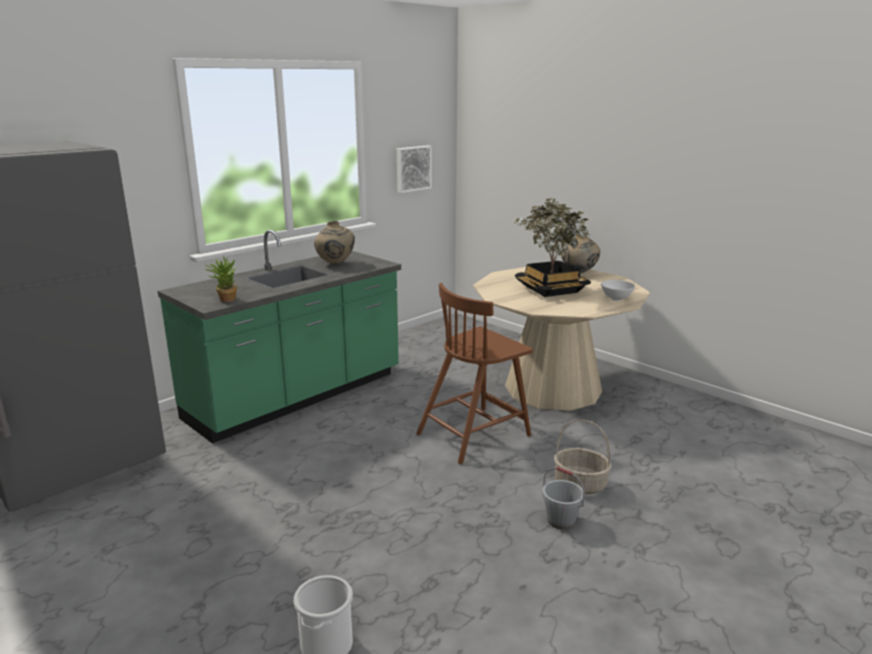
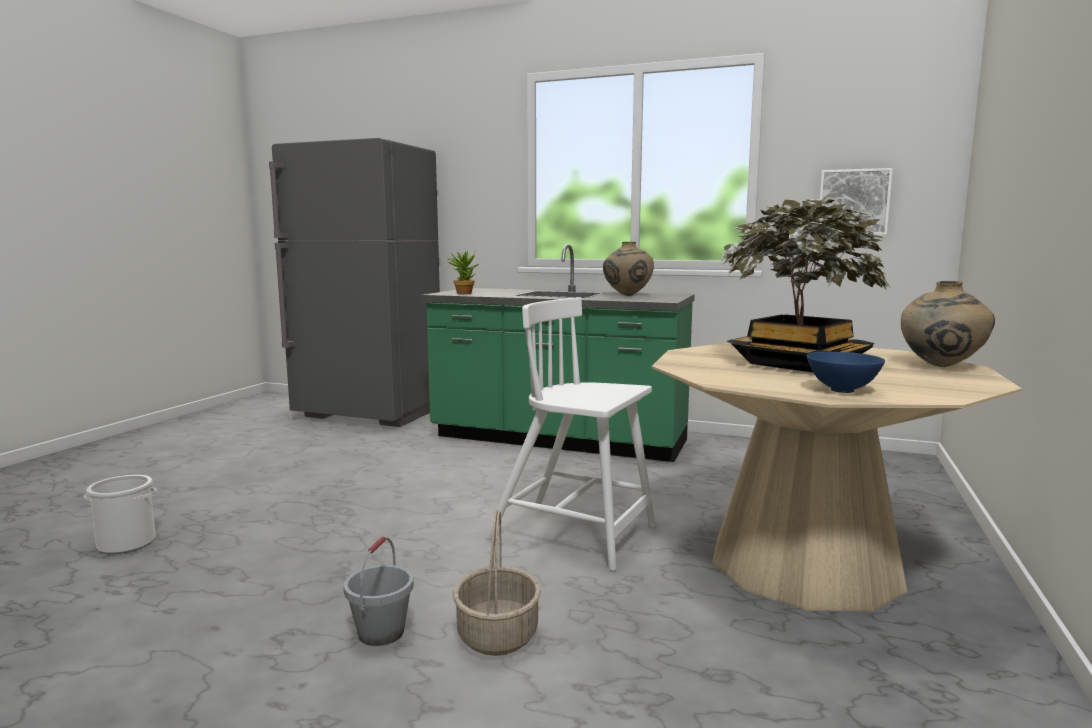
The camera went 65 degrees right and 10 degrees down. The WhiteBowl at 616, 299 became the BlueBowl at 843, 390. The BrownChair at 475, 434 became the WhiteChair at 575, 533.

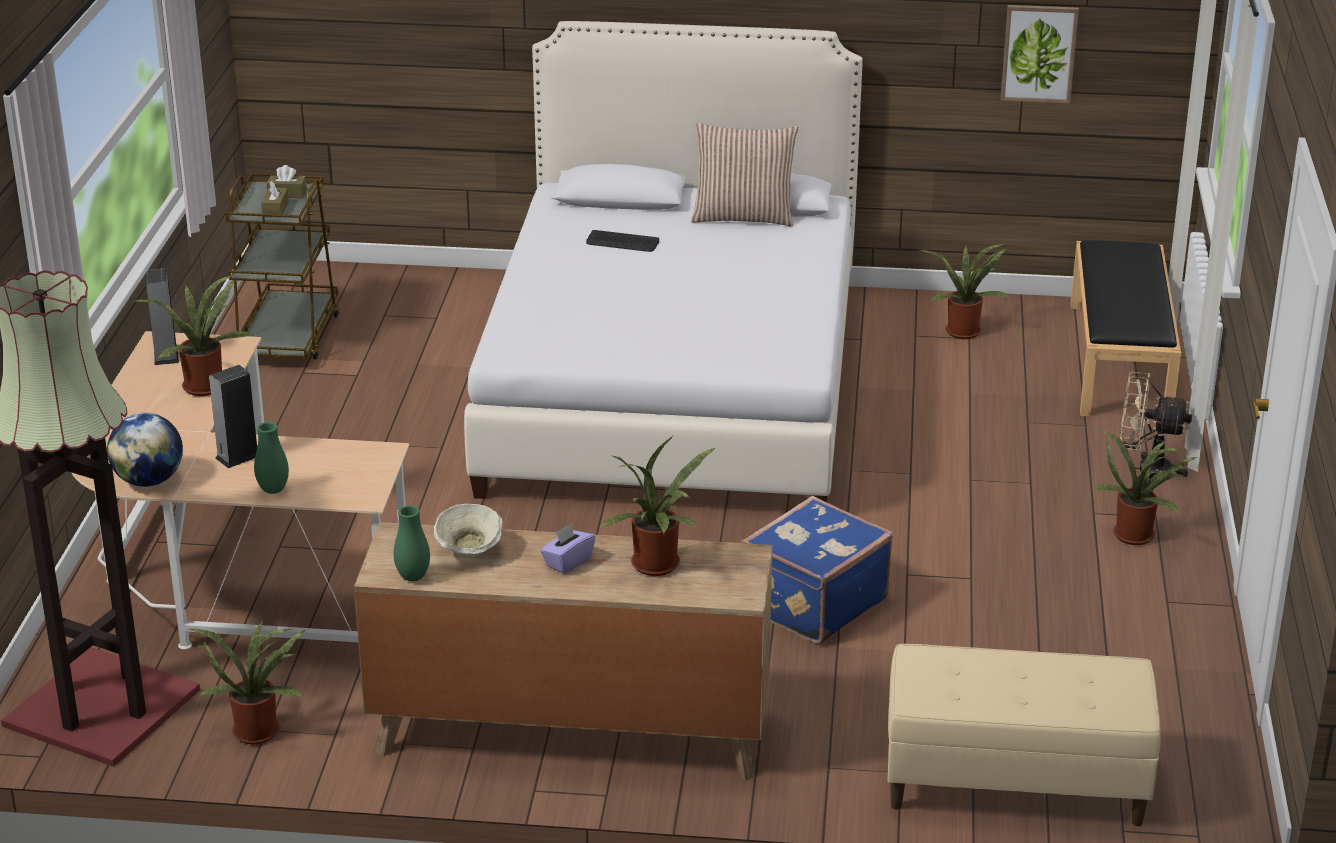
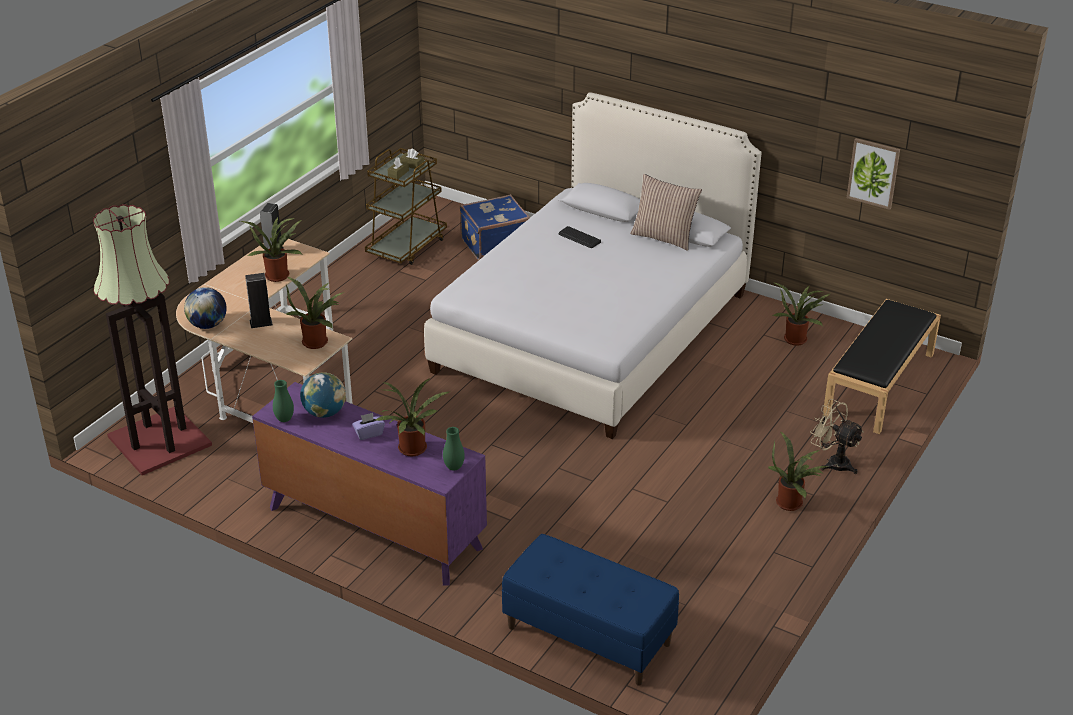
The camera went 25 degrees right and 5 degrees up. The GreenVase moved from 273, 490 to 454, 467. The BlueSuitcase moved from 811, 603 to 494, 244. The BeigeBowl at 470, 552 was replaced by the Globe at 324, 413. The BrownDresser at 569, 733 became the PurpleDresser at 373, 527. The PottedPlant moved from 259, 729 to 317, 341. The BeigeBench at 1014, 784 became the BlueBench at 587, 636.

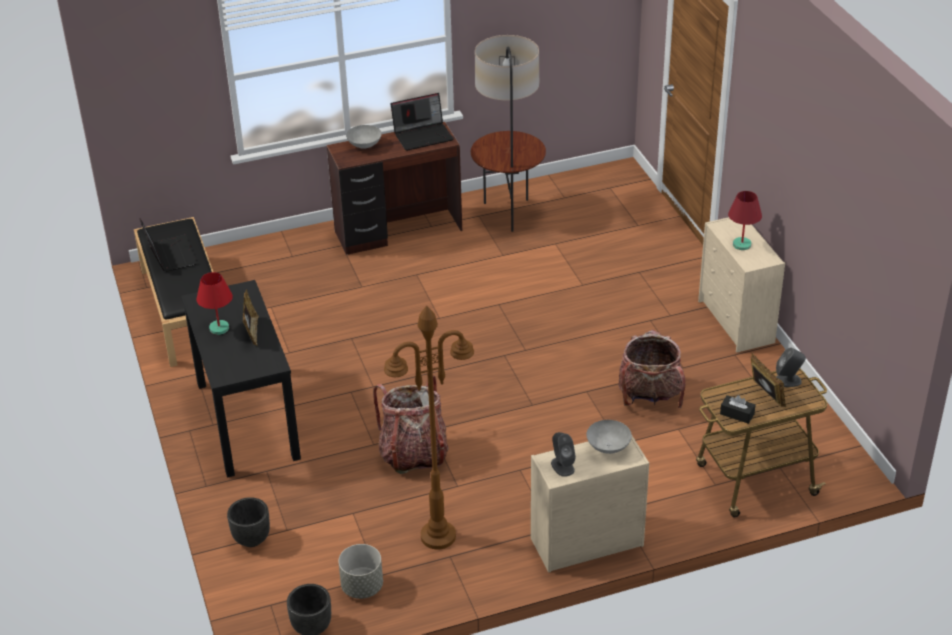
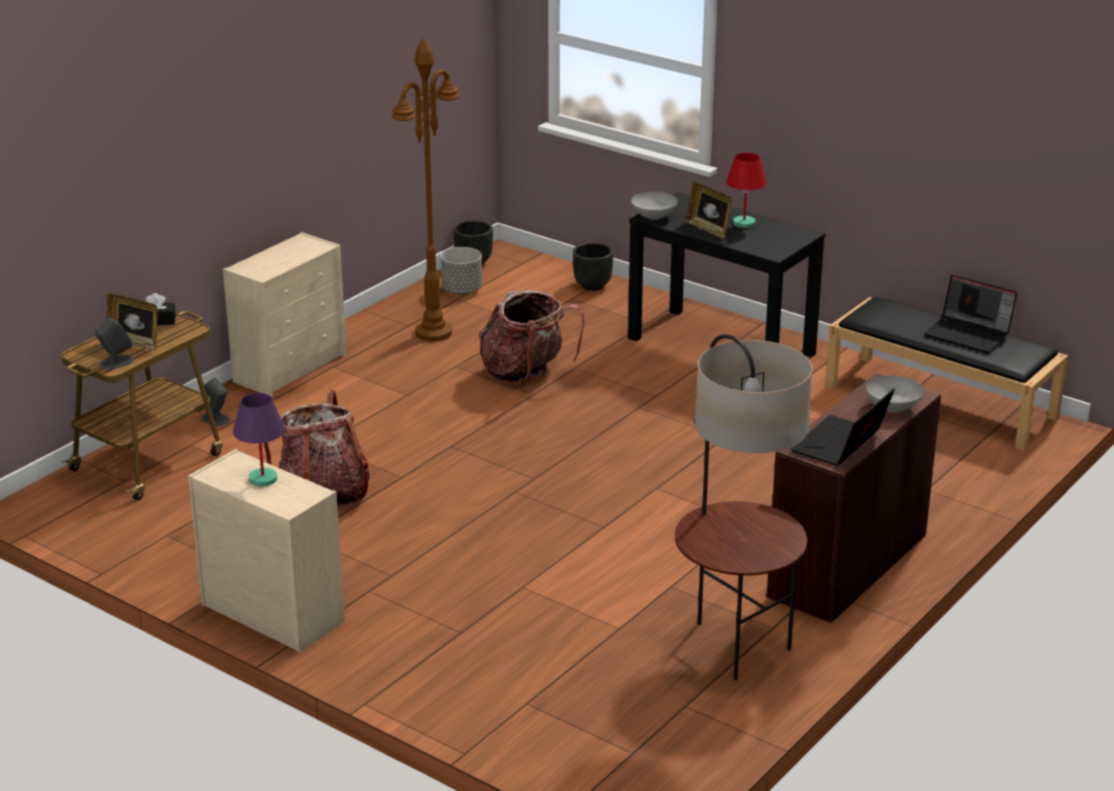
The camera went 145 degrees right and 10 degrees down. The RedTableLamp at 742, 245 became the PurpleTableLamp at 262, 479. The GreyBowl moved from 609, 447 to 653, 217. The GreySpeaker moved from 562, 466 to 215, 419.

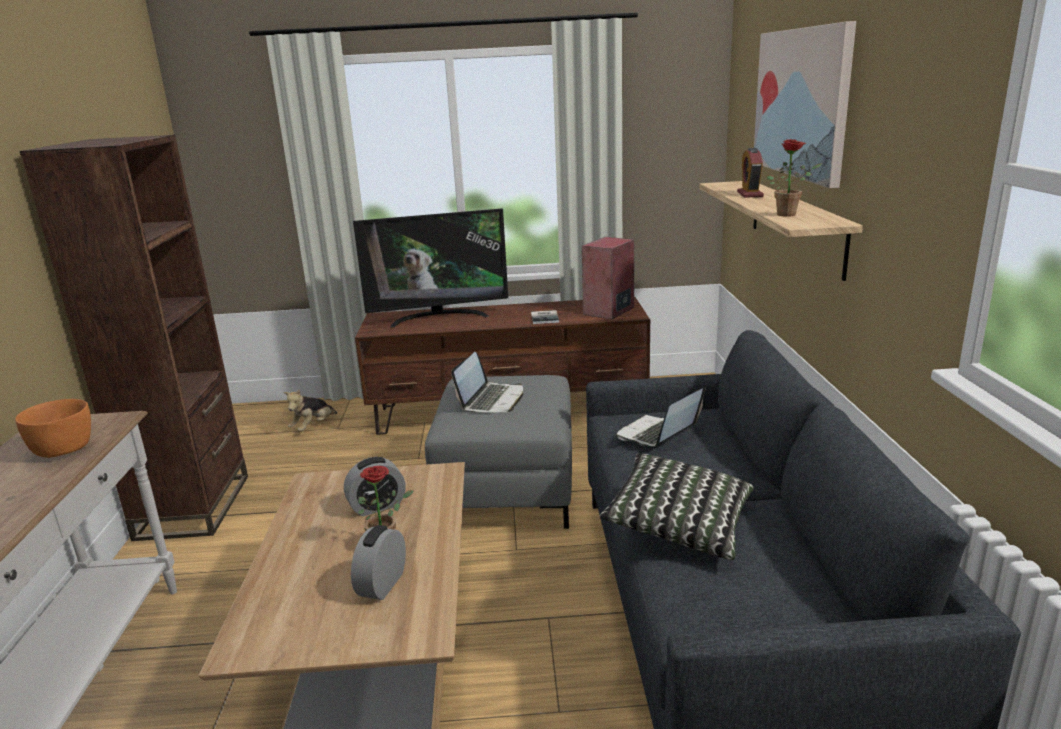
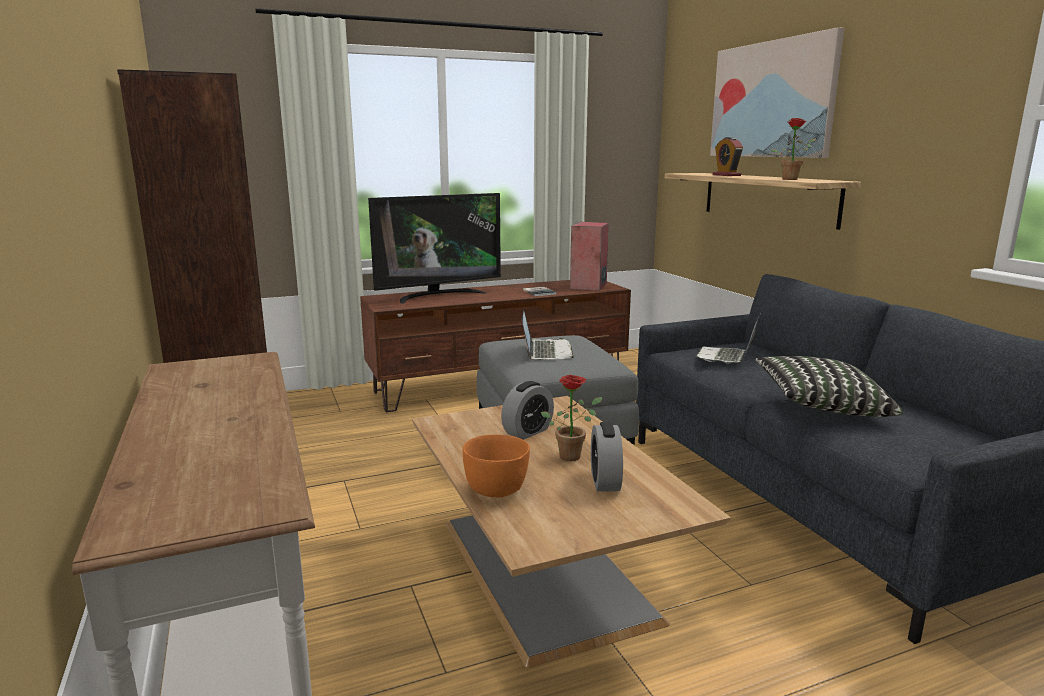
The camera went 20 degrees left and 5 degrees down. The PlushToy at 313, 427 disappeared. The OrangeBowl moved from 65, 450 to 497, 489.

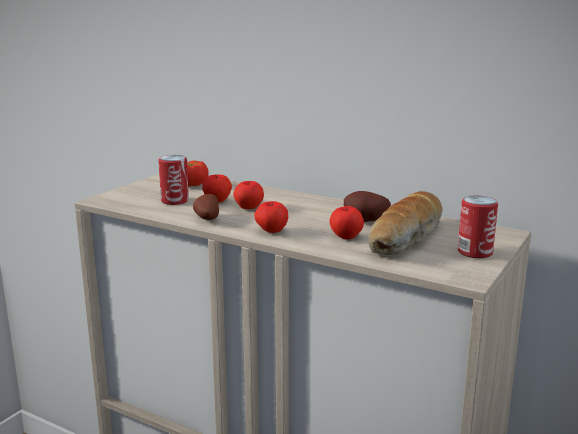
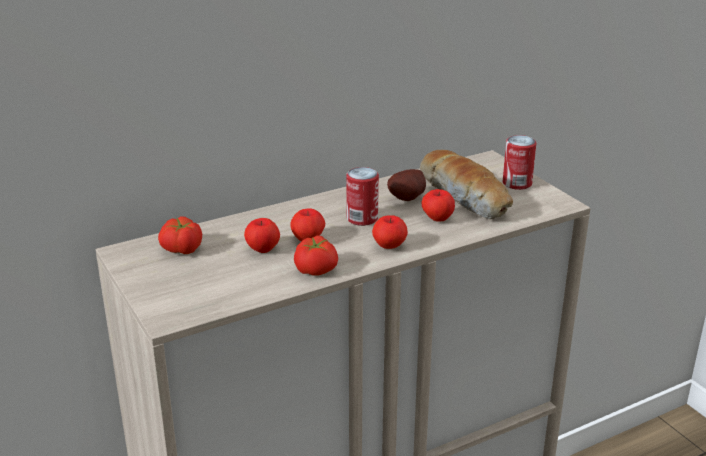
The camera went 60 degrees left and 10 degrees up. The Can moved from 175, 201 to 362, 218. The Potato at 206, 219 was replaced by the Tomato at 316, 269.

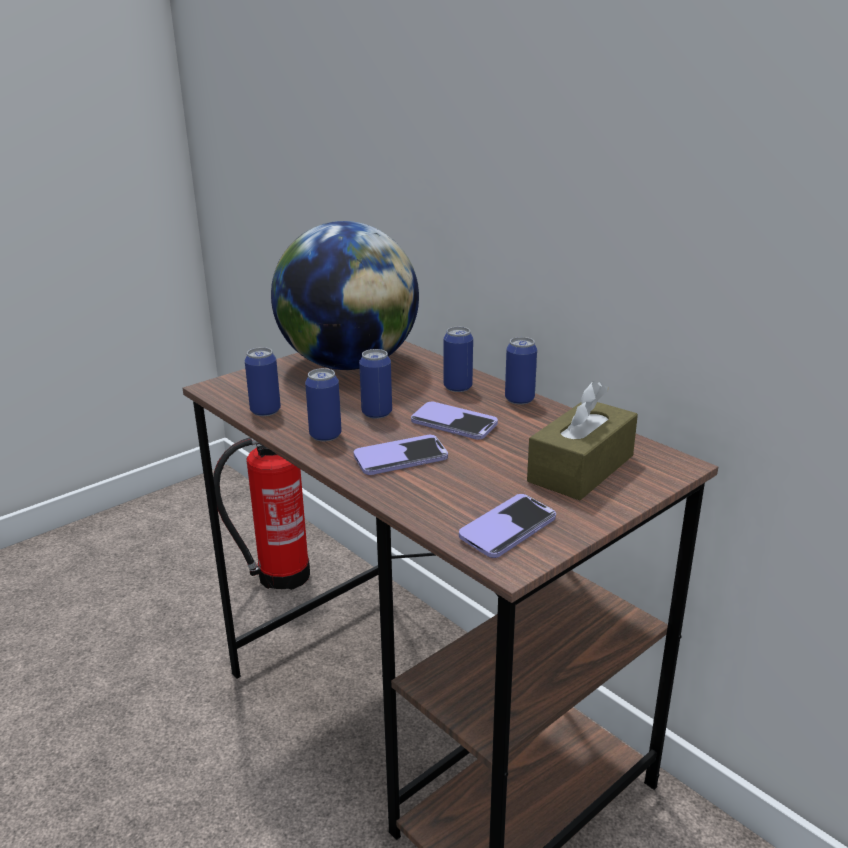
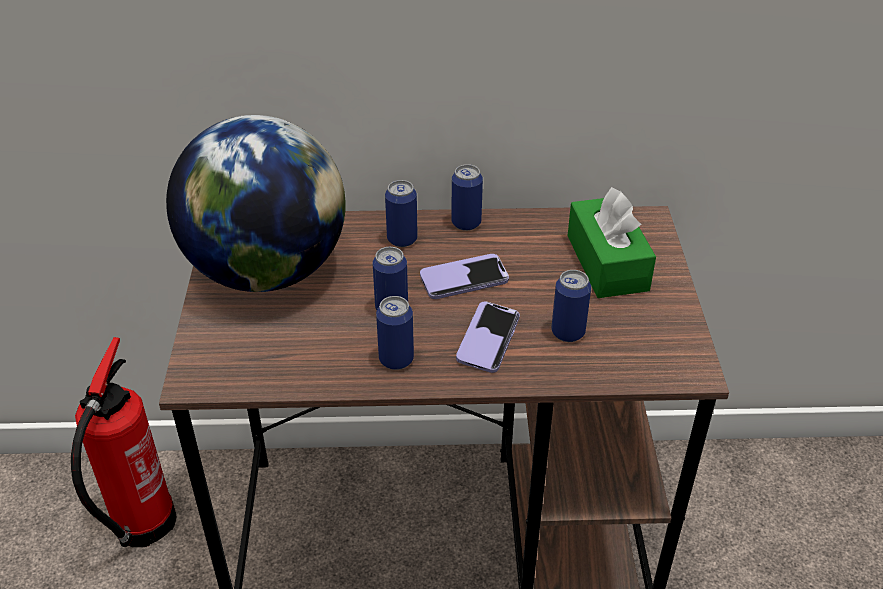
The camera went 50 degrees left and 15 degrees up. The Can moved from 265, 411 to 568, 332. The BrownTissueBox at 581, 468 became the GreenTissueBox at 607, 263. The Phone at 508, 528 disappeared.

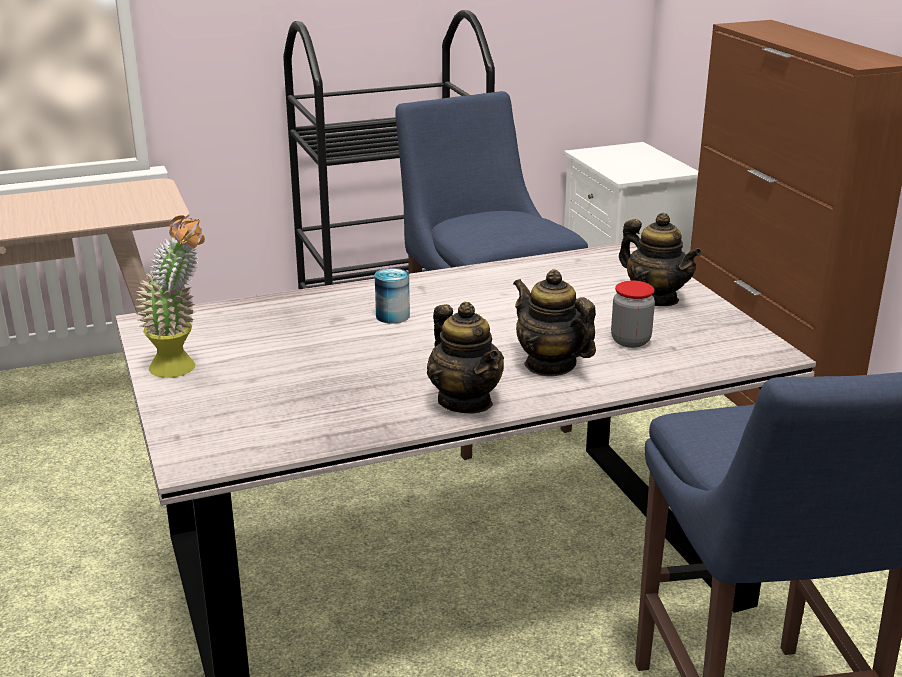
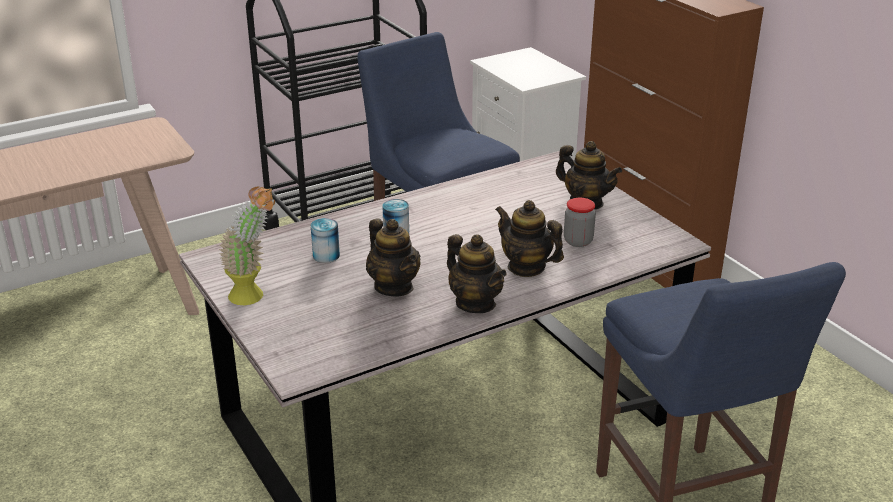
The camera went 10 degrees left and 5 degrees up. The Can at 326, 255 appeared. The Teapot at 394, 287 appeared.

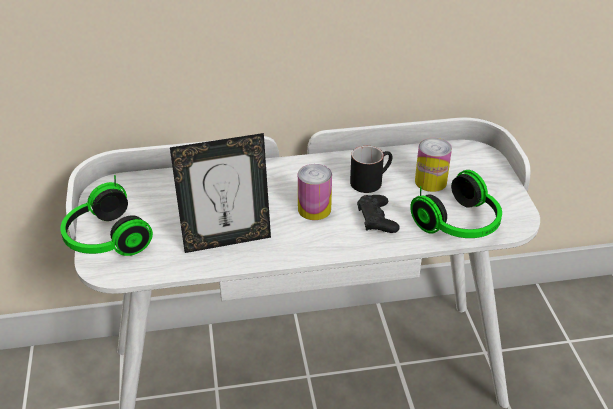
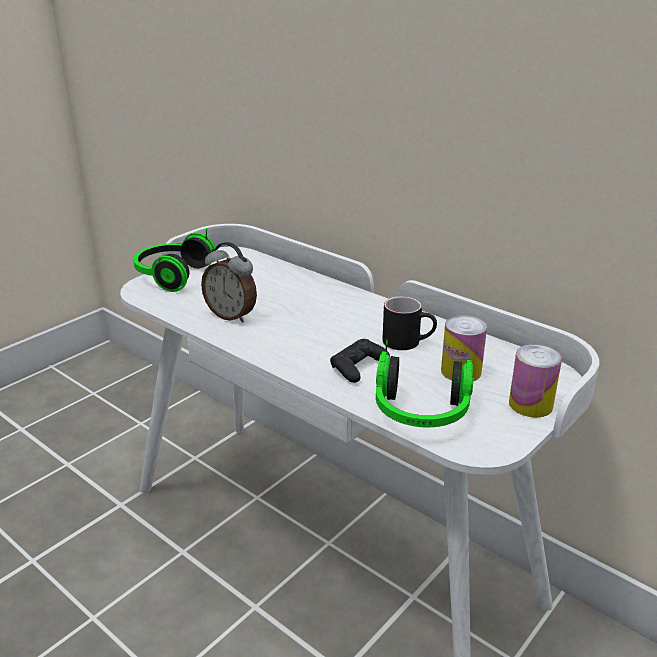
The camera went 50 degrees right and 10 degrees down. The PictureFrame at 226, 240 was replaced by the AlarmClock at 232, 315. The Can moved from 314, 209 to 530, 404.

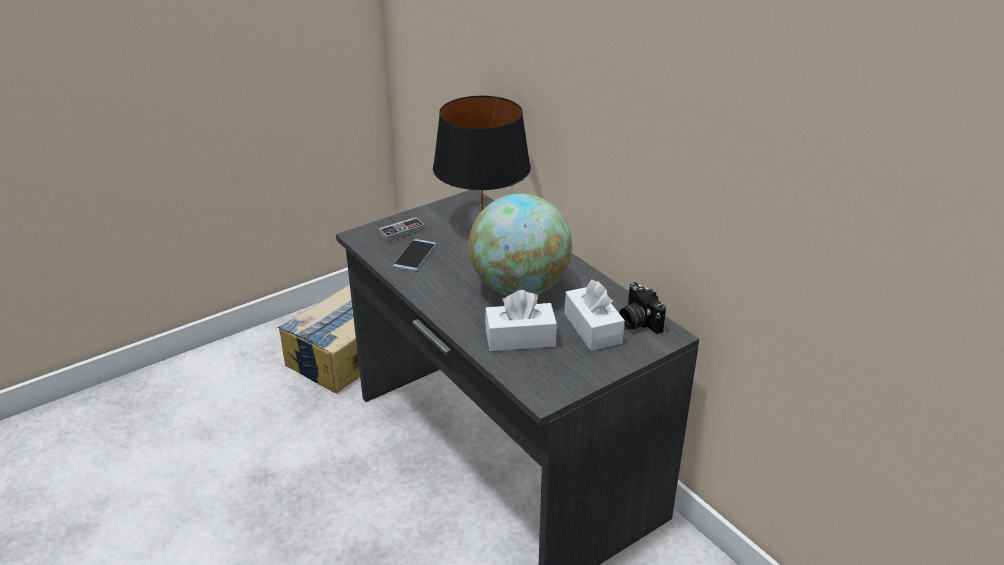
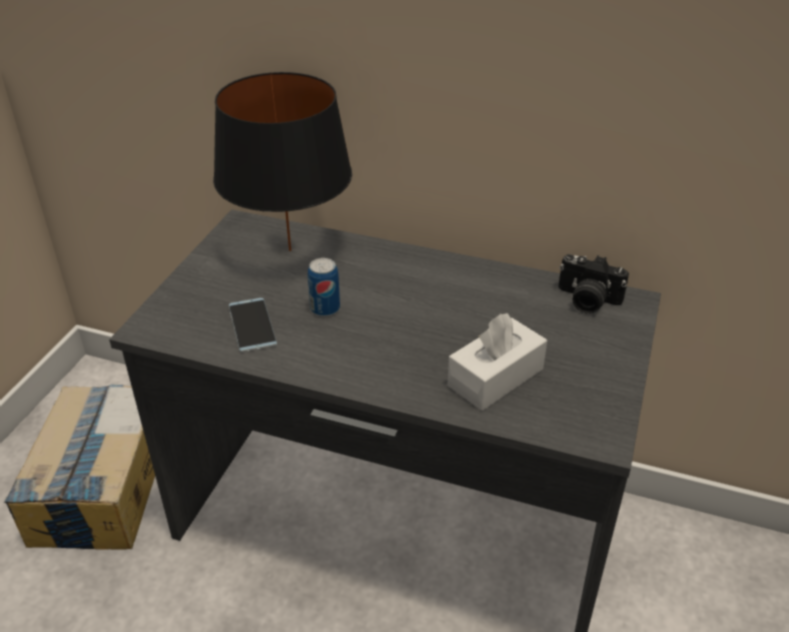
The camera went 35 degrees left and 5 degrees up. The Globe at 519, 288 disappeared. The GameController at 402, 232 disappeared. The WhiteTissueBox at 592, 328 disappeared. The Can at 325, 309 appeared.

